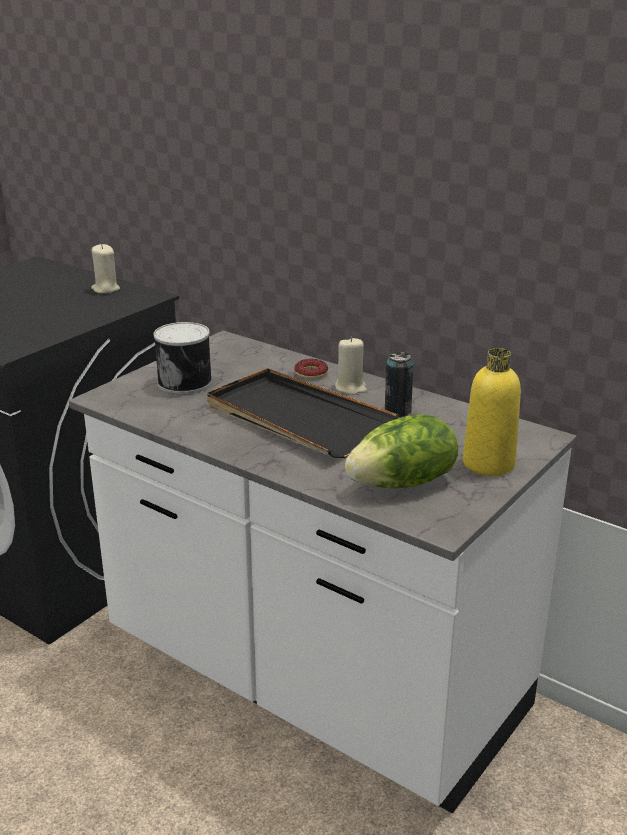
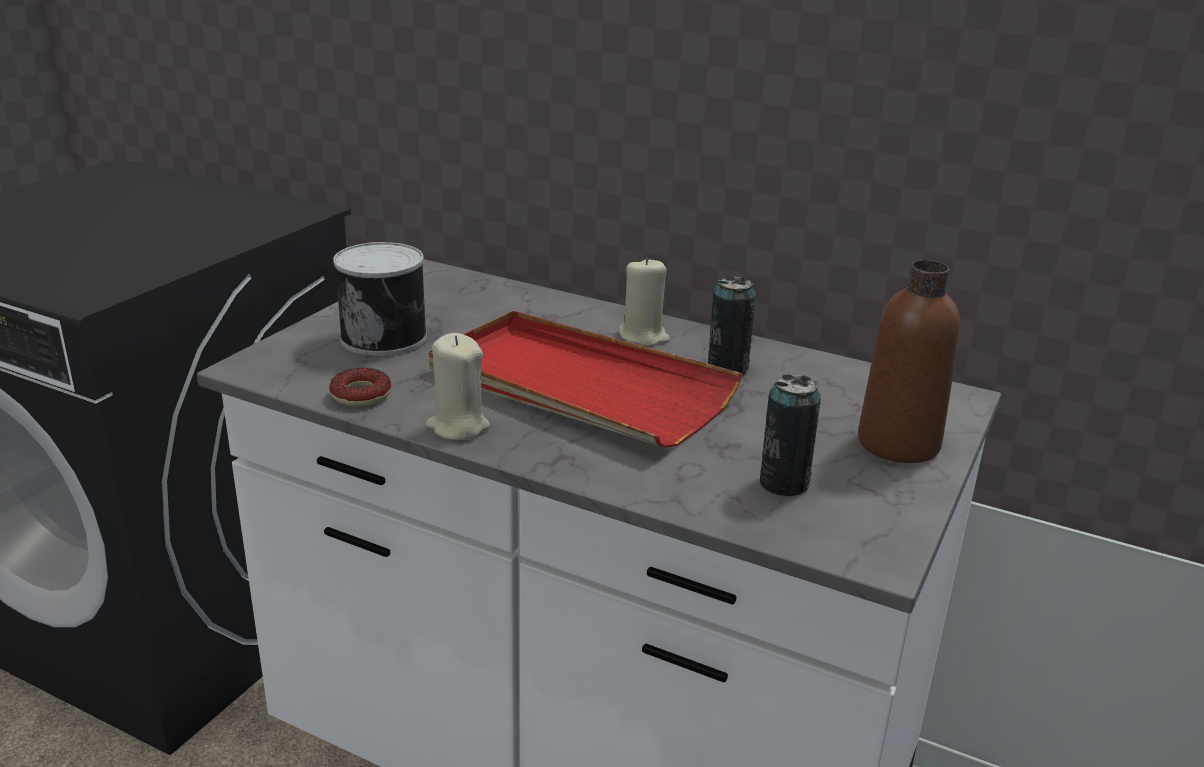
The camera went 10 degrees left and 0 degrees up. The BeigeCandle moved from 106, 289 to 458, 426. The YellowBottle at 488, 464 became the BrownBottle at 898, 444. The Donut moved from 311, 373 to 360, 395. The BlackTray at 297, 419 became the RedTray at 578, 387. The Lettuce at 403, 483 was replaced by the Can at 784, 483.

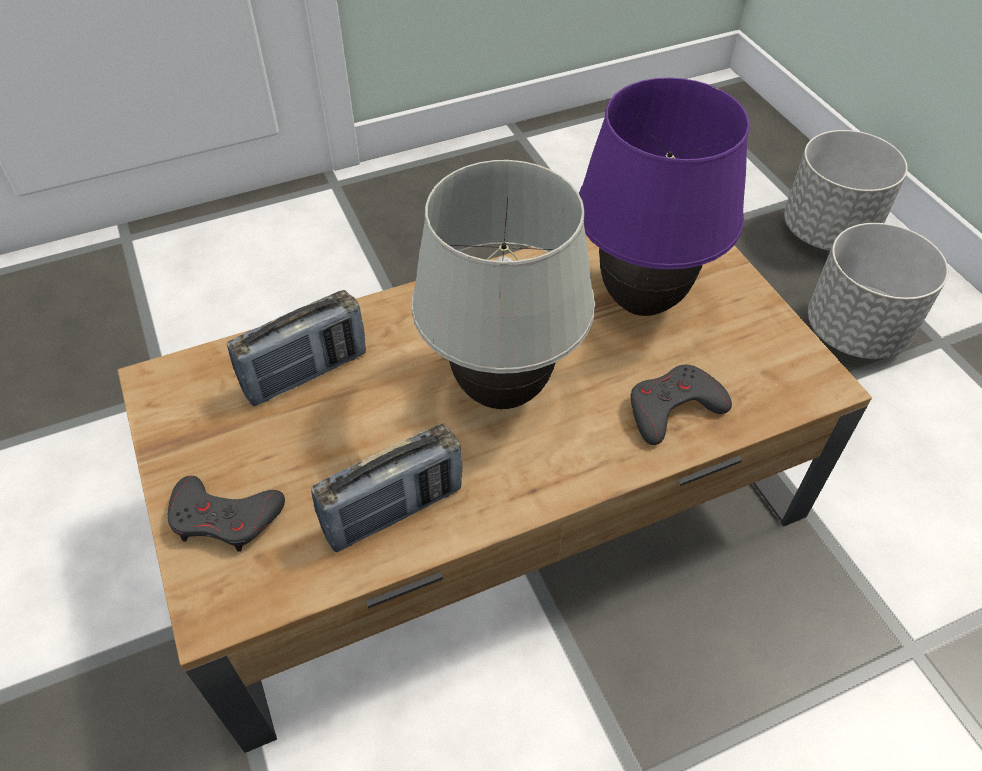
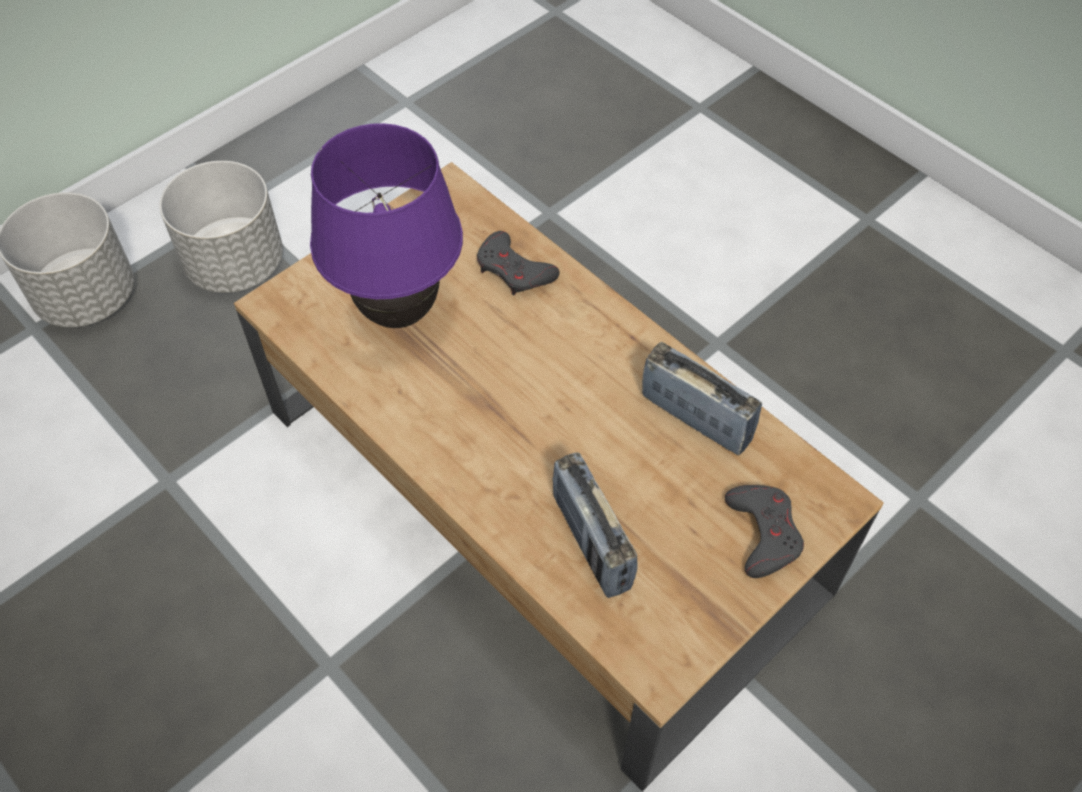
The camera went 110 degrees left and 5 degrees up. The WhiteTableLamp at 501, 390 disappeared. The Radio at 306, 373 turned 150 degrees counterclockwise.

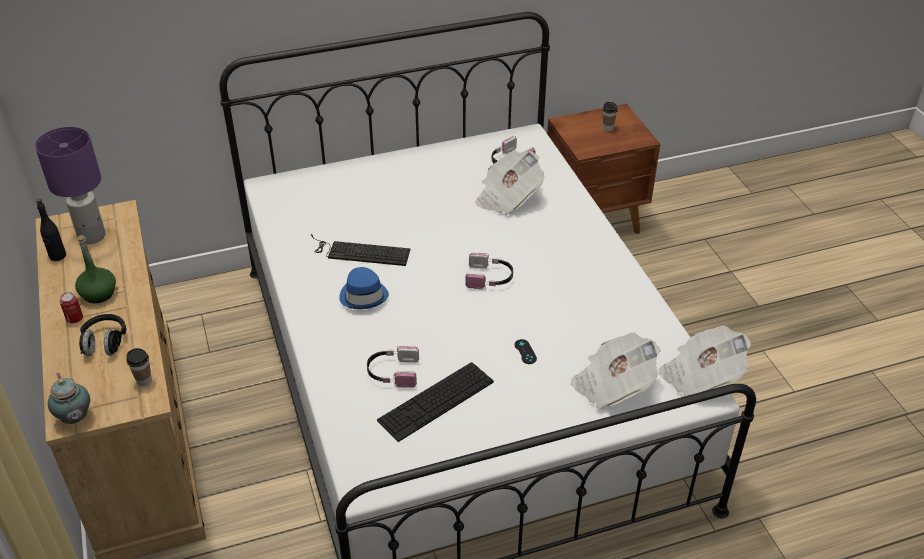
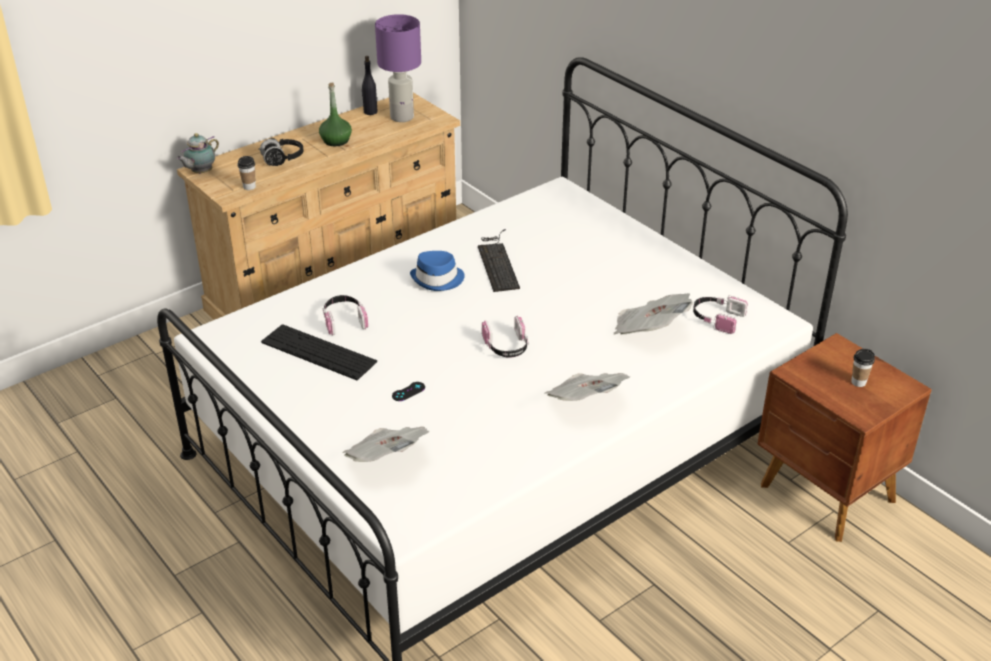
The camera went 70 degrees right and 5 degrees down. The Can at 74, 319 disappeared. The Newspaper moved from 700, 376 to 585, 402.

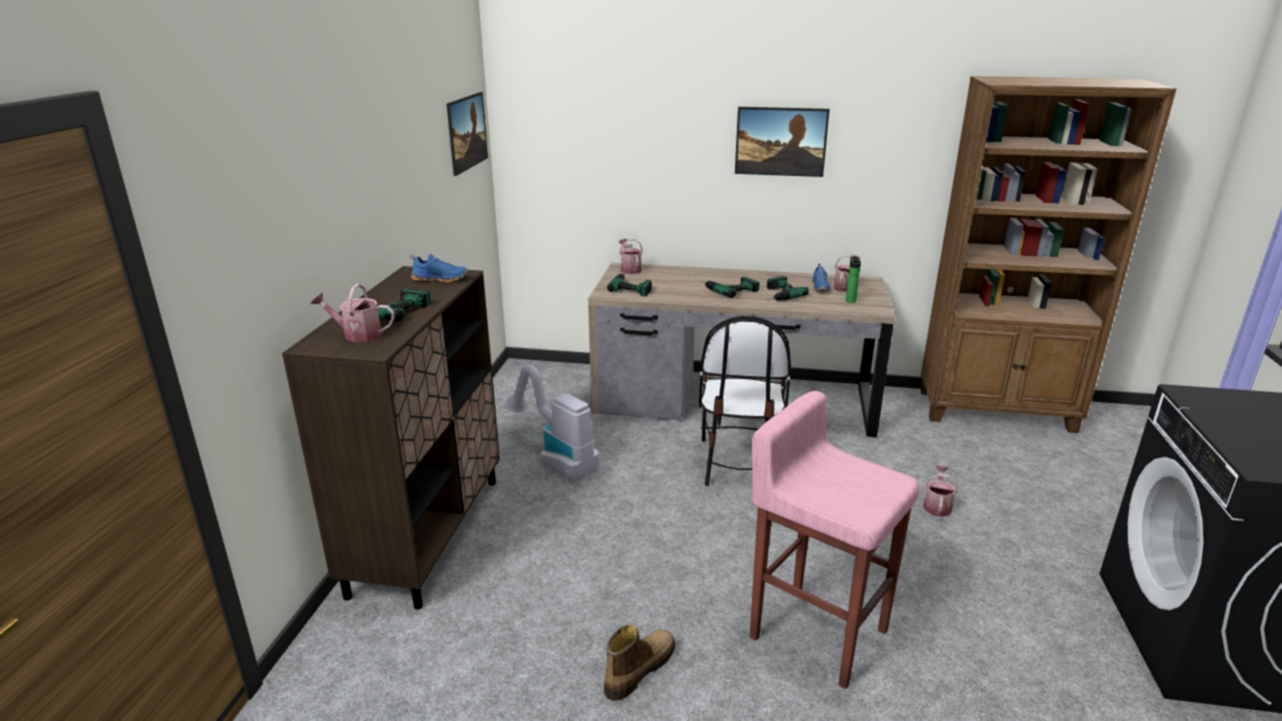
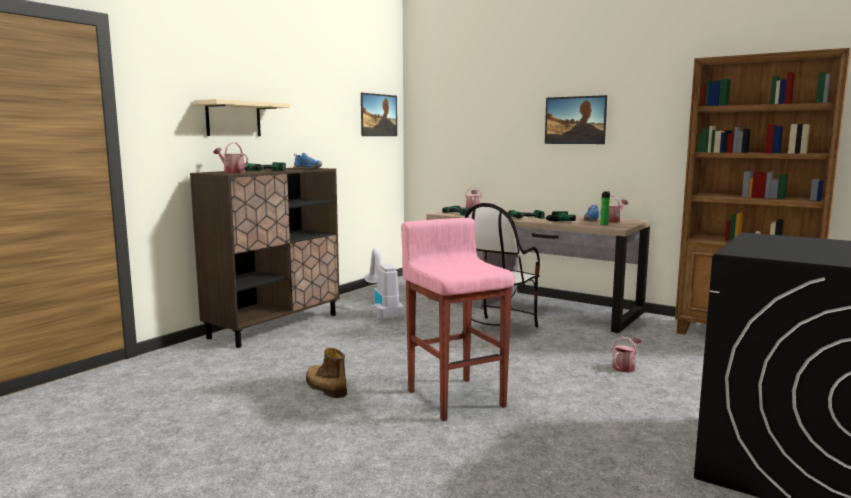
The camera went 25 degrees right and 15 degrees down. The Boot at 639, 669 turned 105 degrees counterclockwise. The BeigeShelf at 233, 119 appeared.

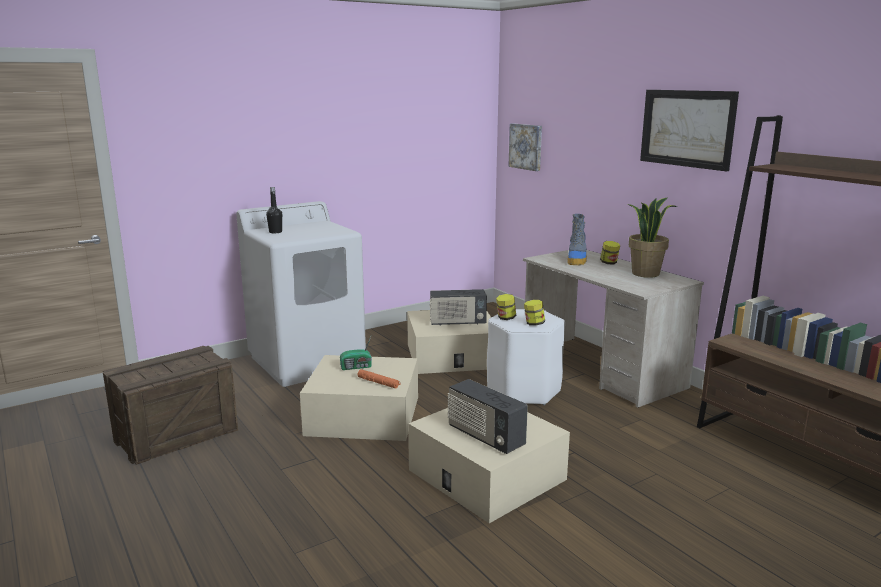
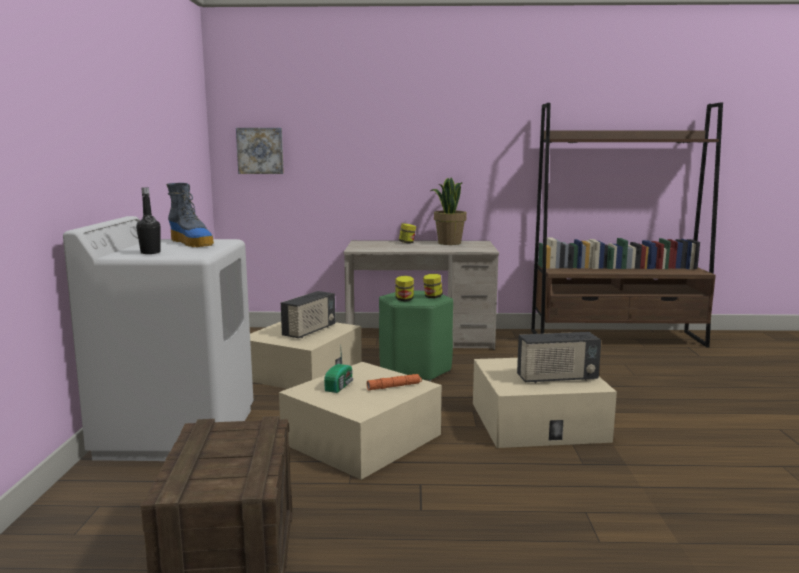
The camera went 55 degrees left and 5 degrees down. The Picture at 687, 128 disappeared. The Boot moved from 576, 259 to 192, 243. The WhiteStool at 523, 391 became the GreenStool at 415, 369.

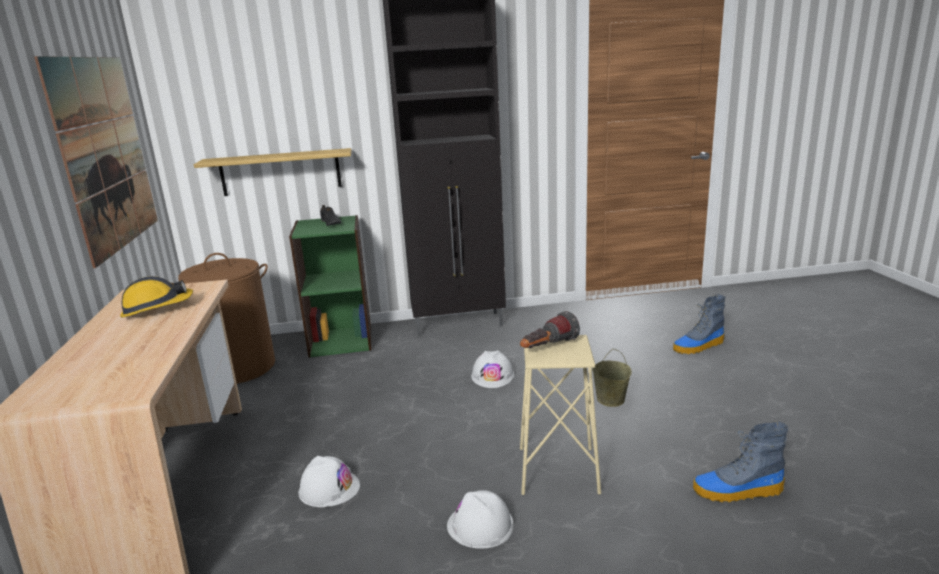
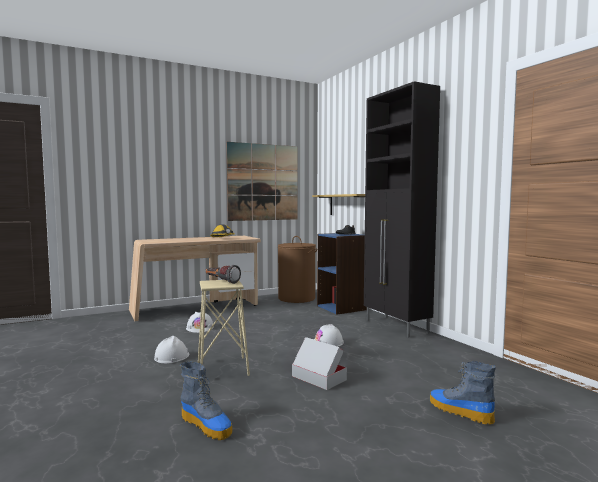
The camera went 70 degrees right and 15 degrees down. The GreenBookcase at 341, 340 became the BlueBookcase at 342, 308. The BeigeBucket at 611, 400 was replaced by the CardboardBox at 318, 378. The Boot at 737, 491 turned 150 degrees clockwise.

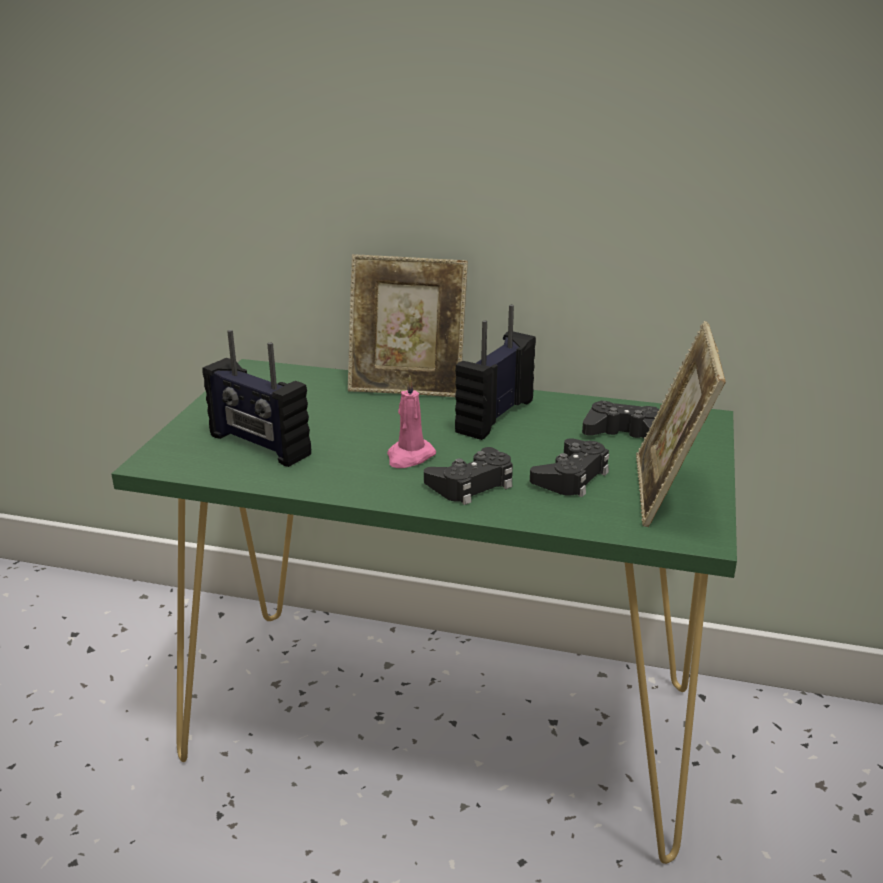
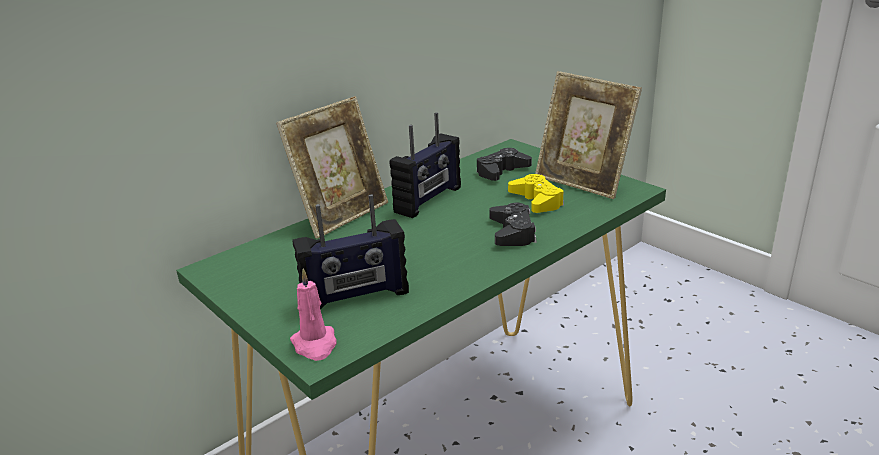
The camera went 55 degrees left and 0 degrees up. The Radio at 493, 416 turned 120 degrees counterclockwise. The PinkCandle moved from 409, 457 to 315, 345. The BlackGameController at 571, 476 became the YellowGameController at 536, 201.

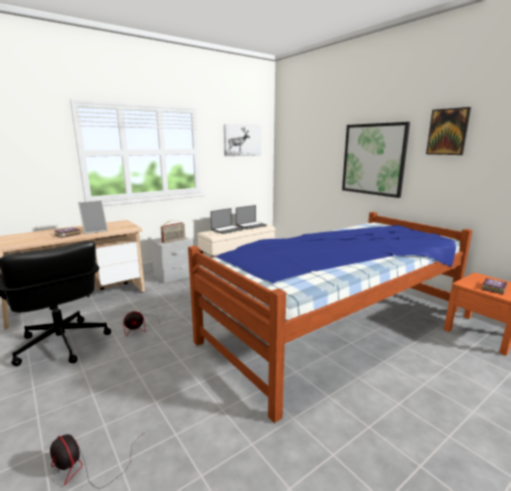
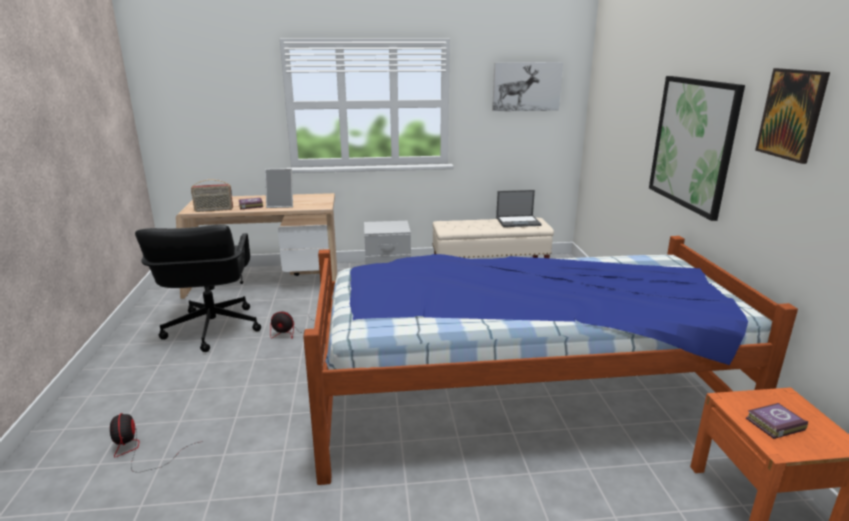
The camera went 30 degrees right and 5 degrees up. The Laptop at 227, 229 disappeared. The Radio moved from 174, 240 to 214, 210.

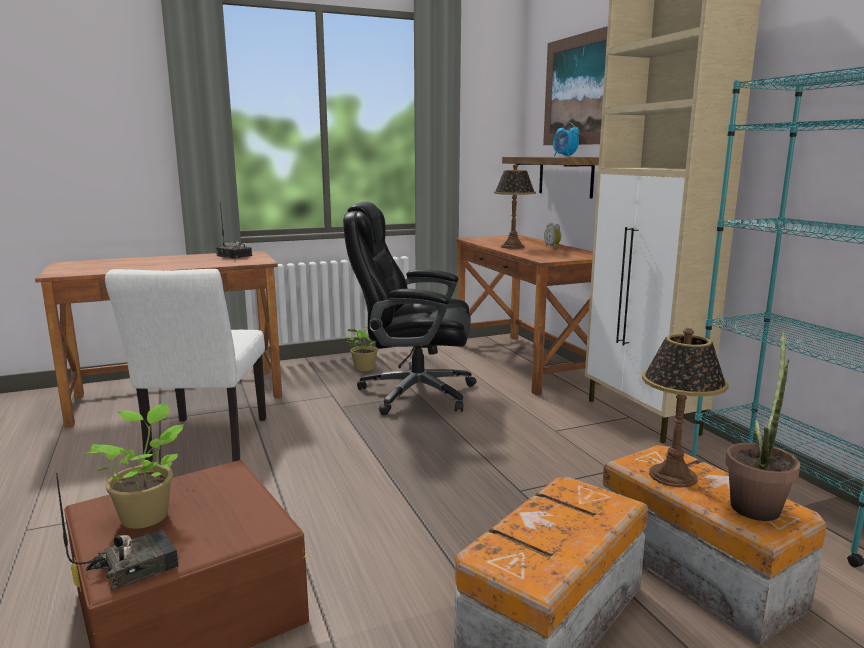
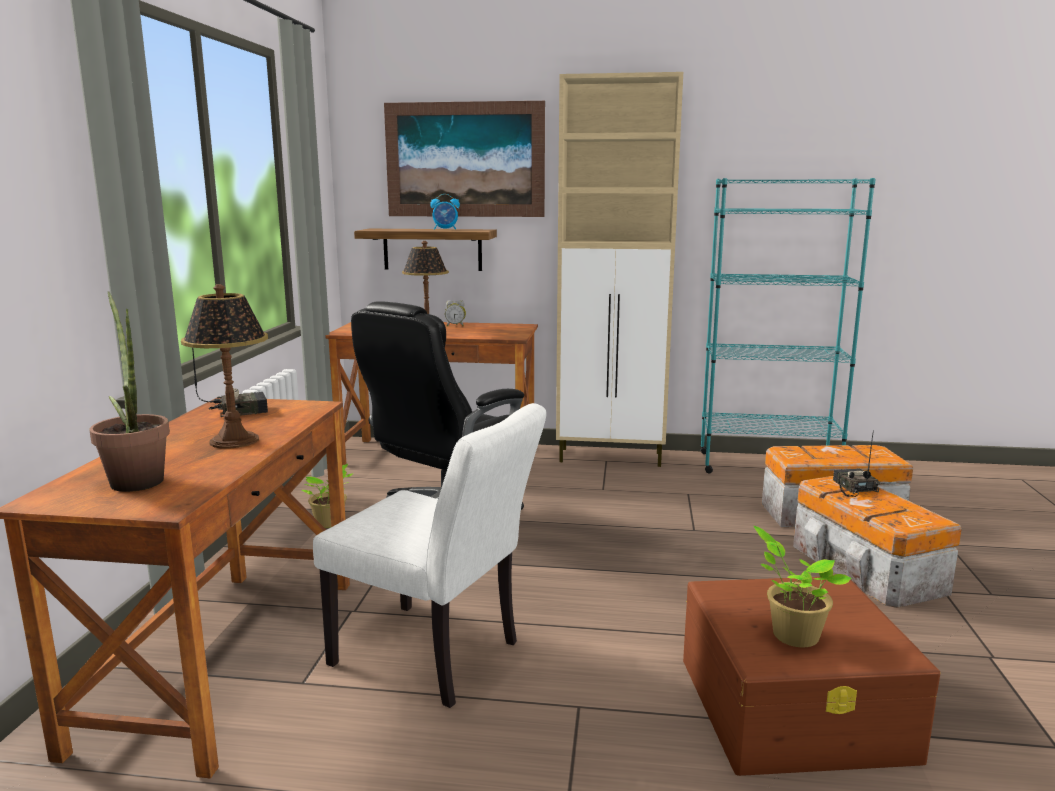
The camera went 60 degrees left and 0 degrees up. The TableLamp moved from 673, 475 to 235, 440. The PottedPlant moved from 756, 503 to 136, 479. The Radio moved from 134, 566 to 853, 488.

